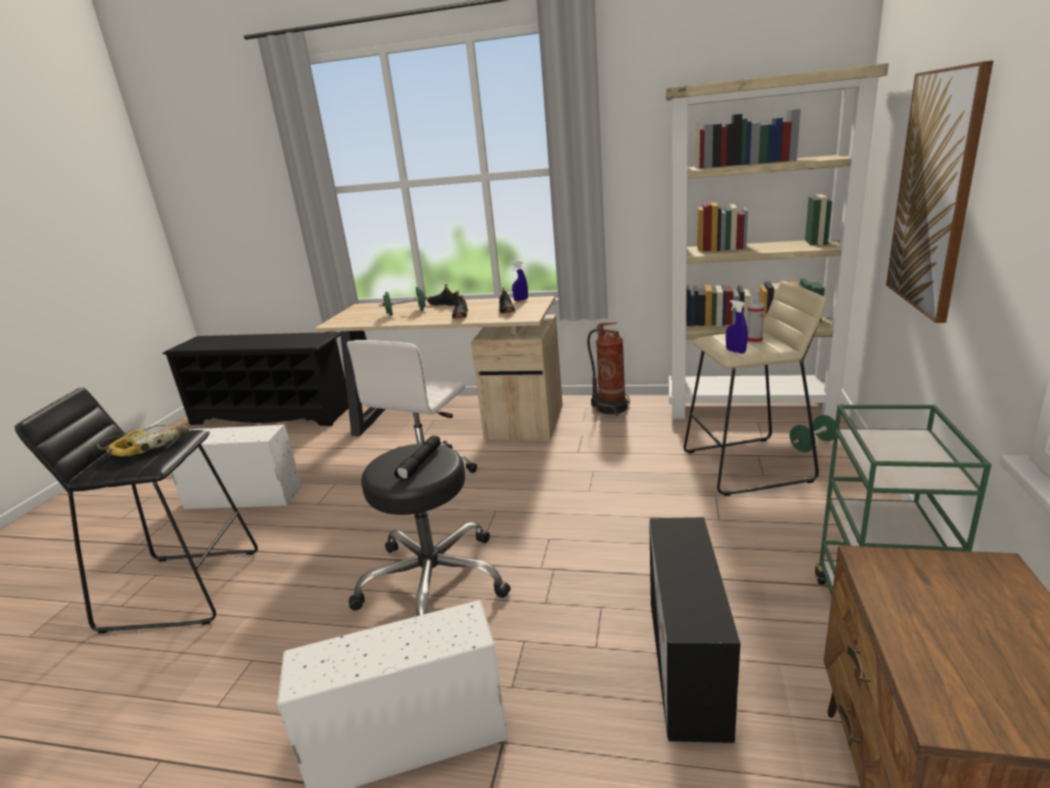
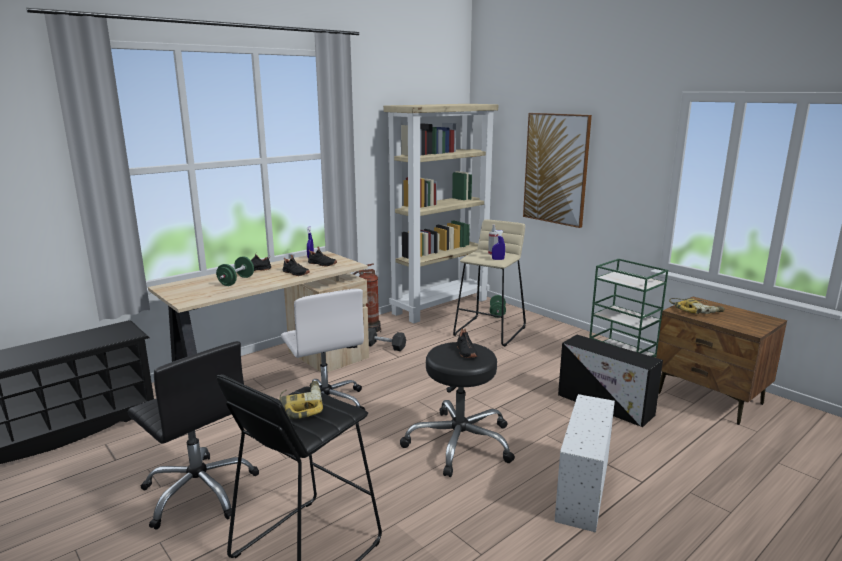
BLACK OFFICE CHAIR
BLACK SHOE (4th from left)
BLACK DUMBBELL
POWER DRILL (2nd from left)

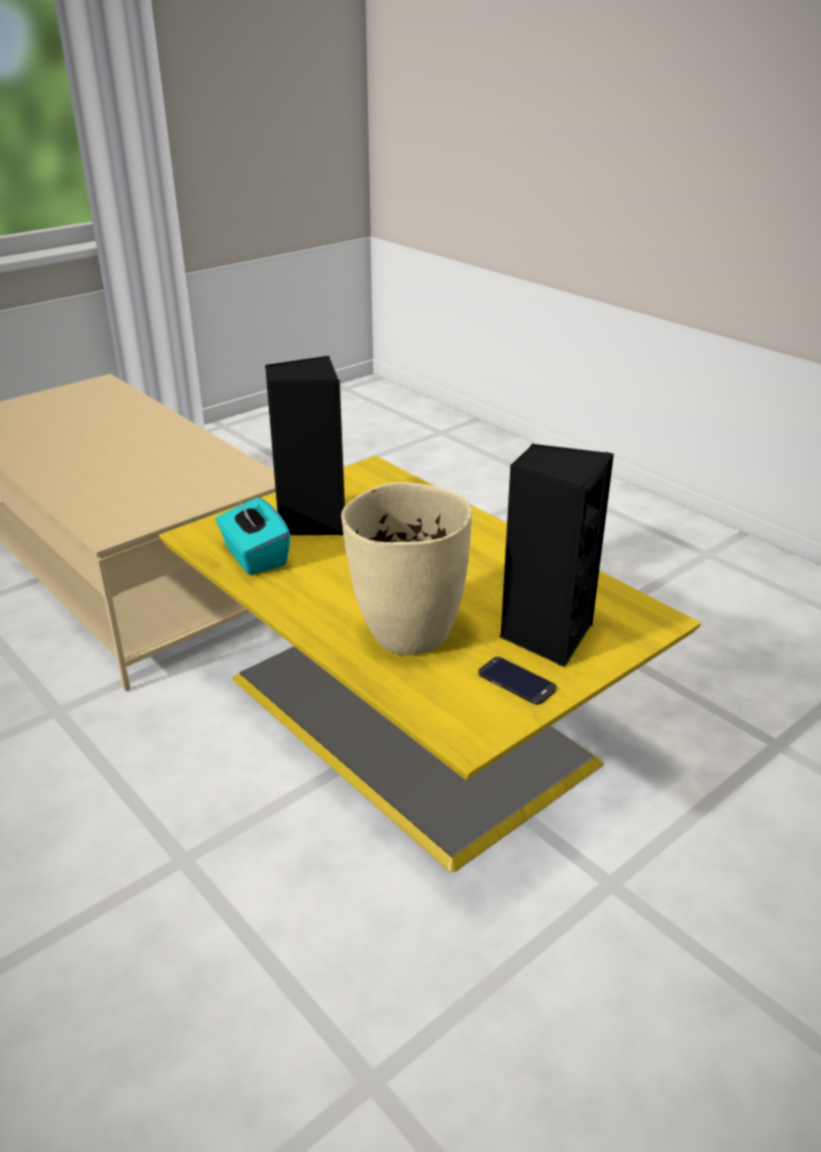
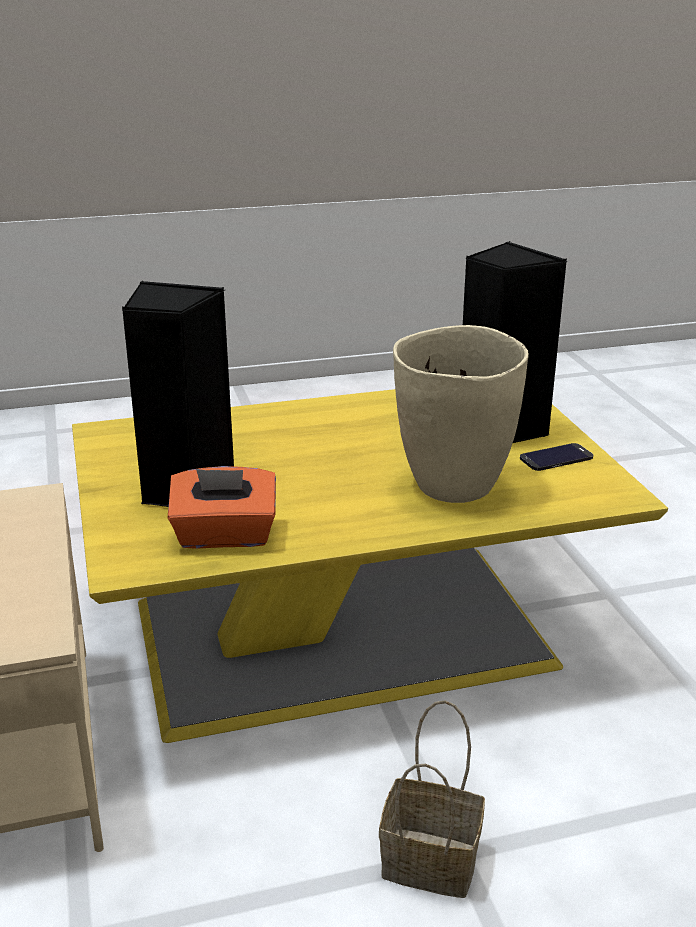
ORANGE TISSUE BOX
BASKET

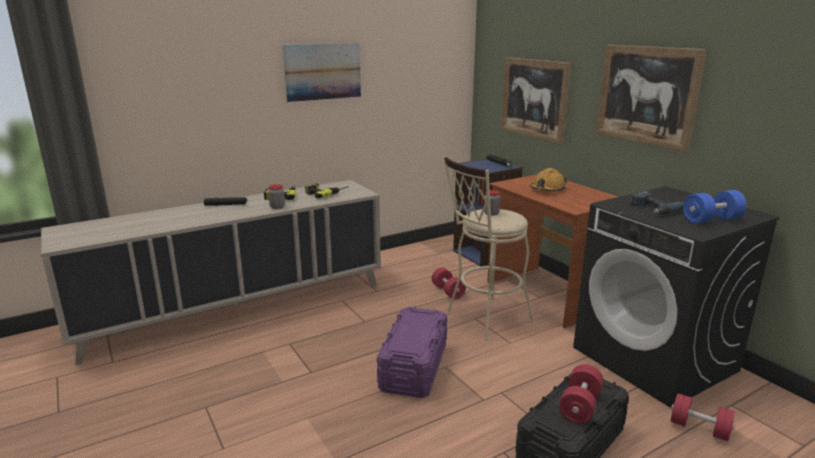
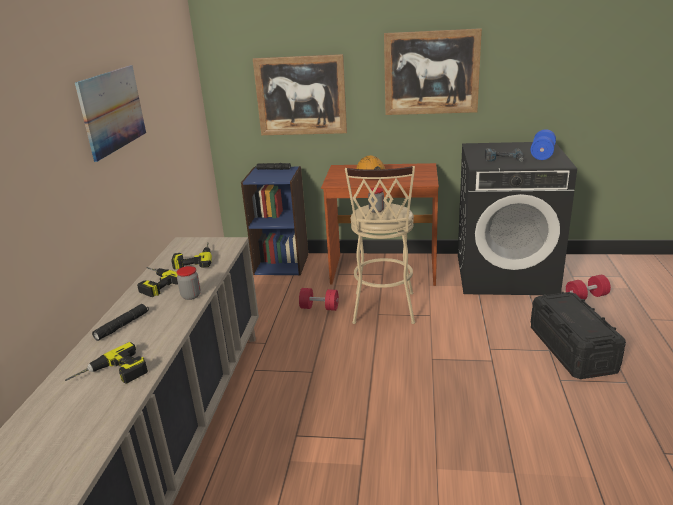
PURPLE STORAGE BOX
RED DUMBBELL (2nd from left in the first image)
POWER DRILL (1st from left)

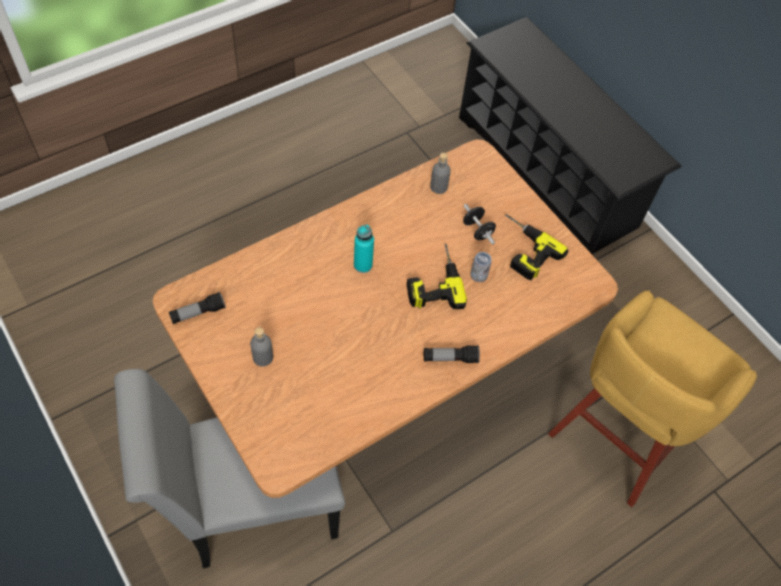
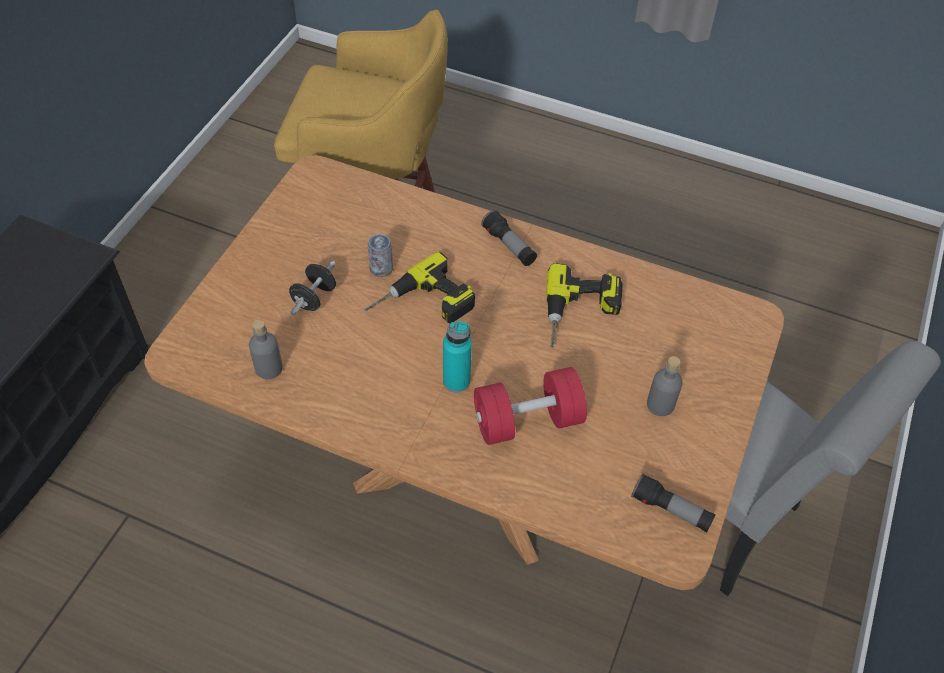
POWER DRILL (2nd from left)
RED DUMBBELL

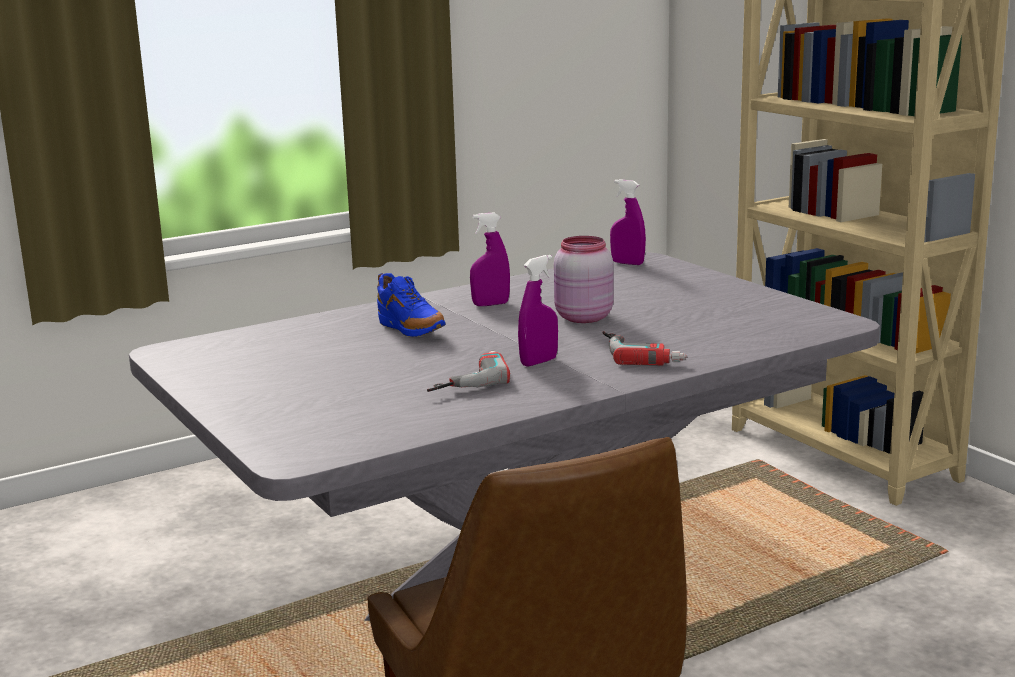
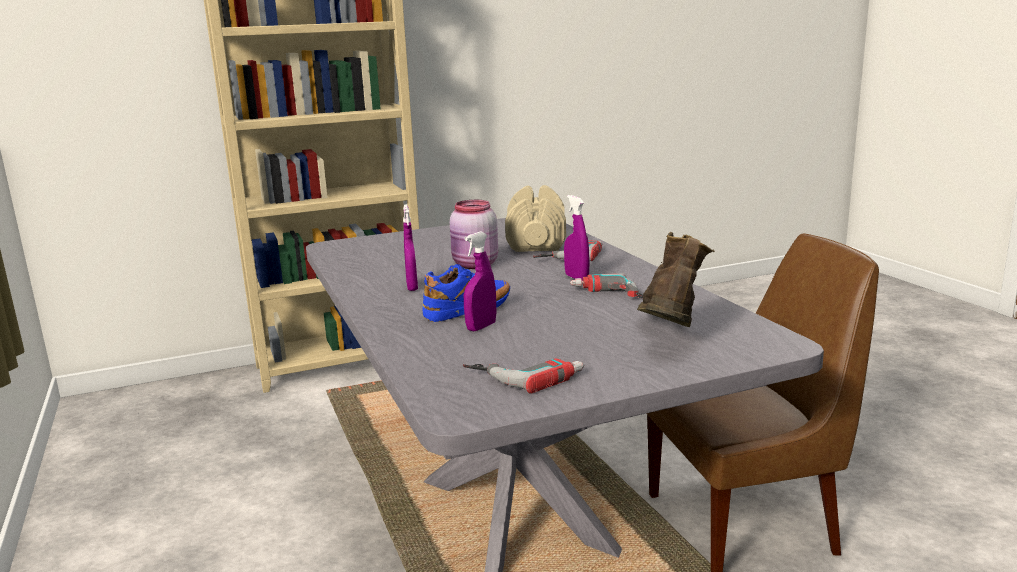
PURPLE SPRAY BOTTLE (2nd from left)
POWER DRILL (1st from left)
BEIGE DUMBBELL
BROWN BOOT

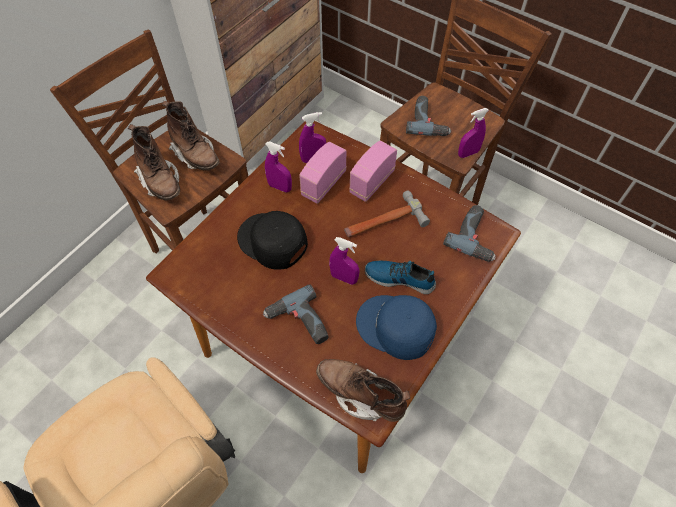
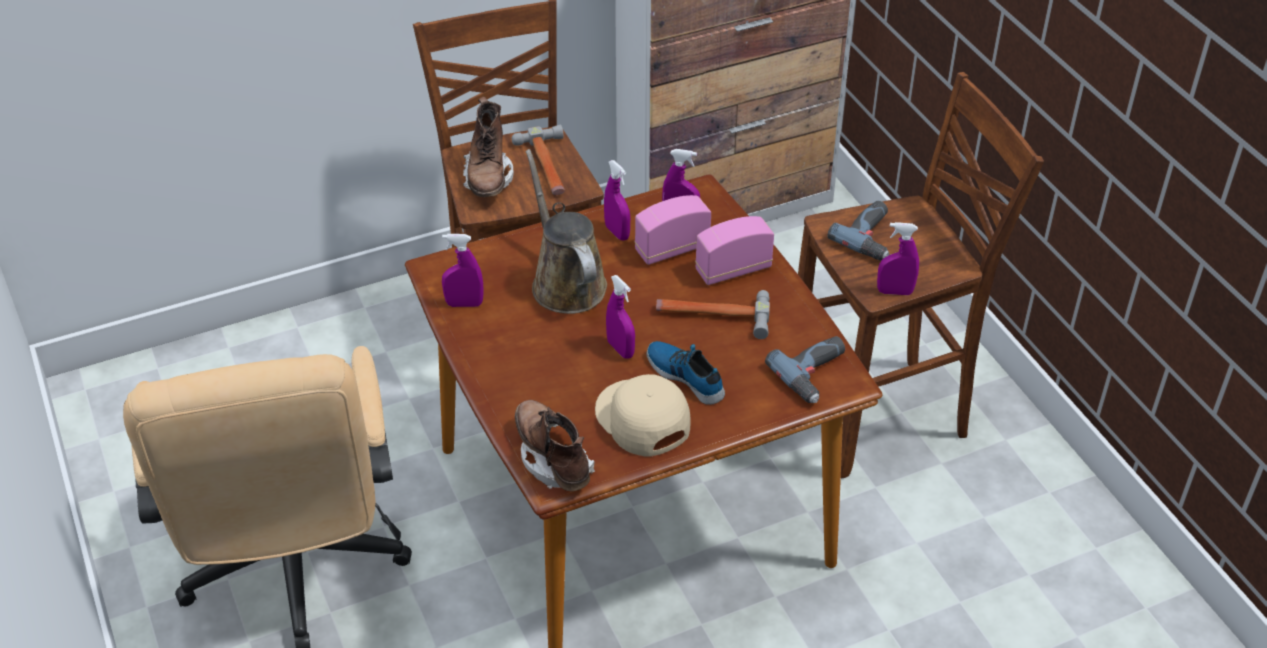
HAMMER (1st from left)
BROWN WATERING CAN
POWER DRILL (1st from left in the first image)
BEIGE CAP
PURPLE SPRAY BOTTLE (1st from left)

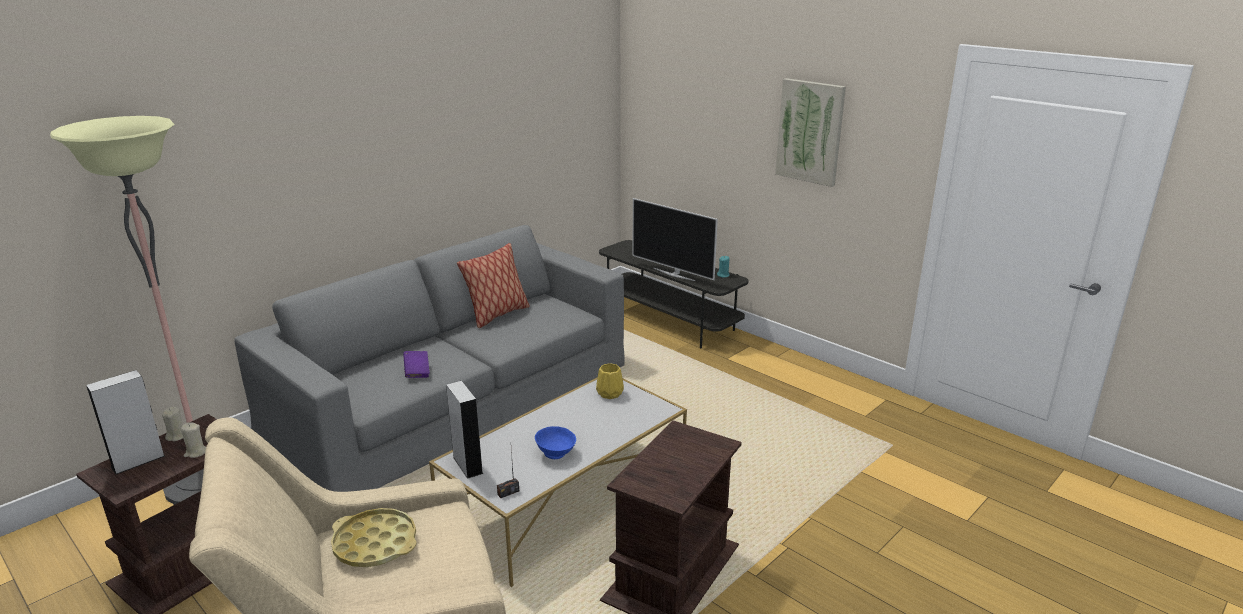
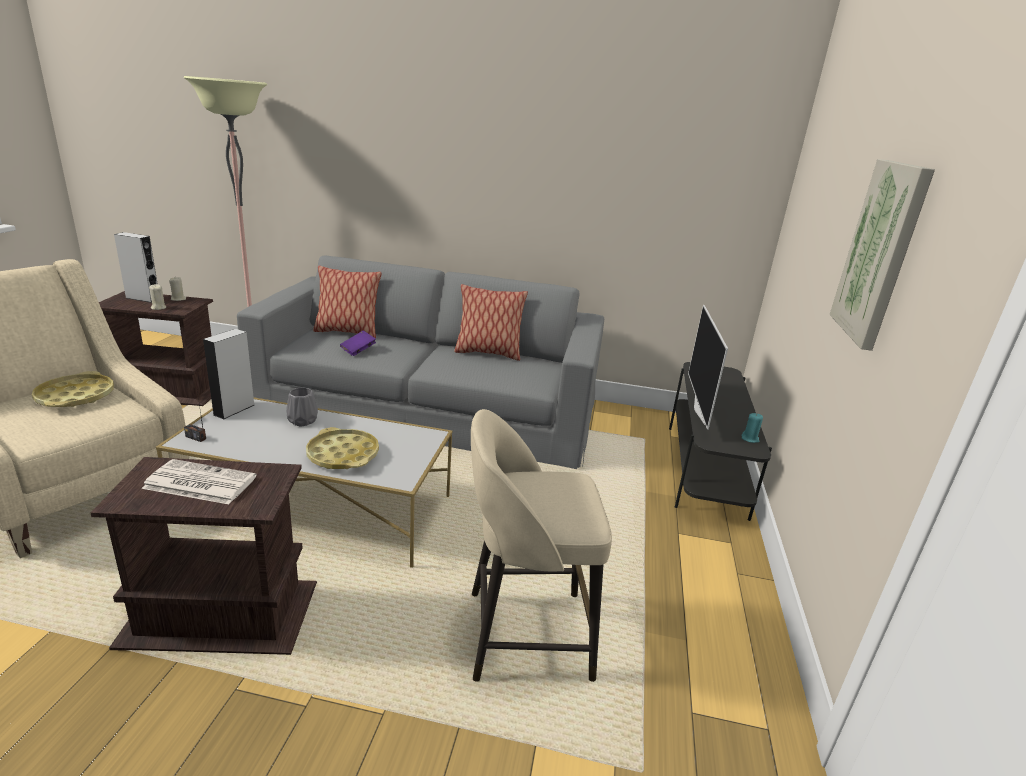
BLUE BOWL
YELLOW VASE
NEWSPAPER
GREY VASE
YELLOW TRAY (2nd from left)
PILLOW (1st from left)
BEIGE STOOL

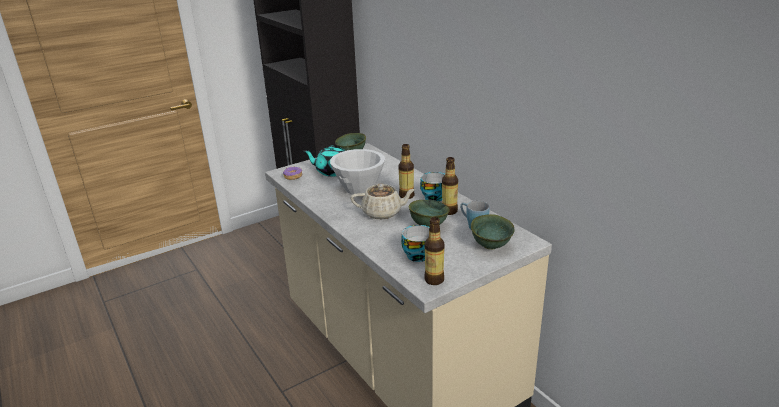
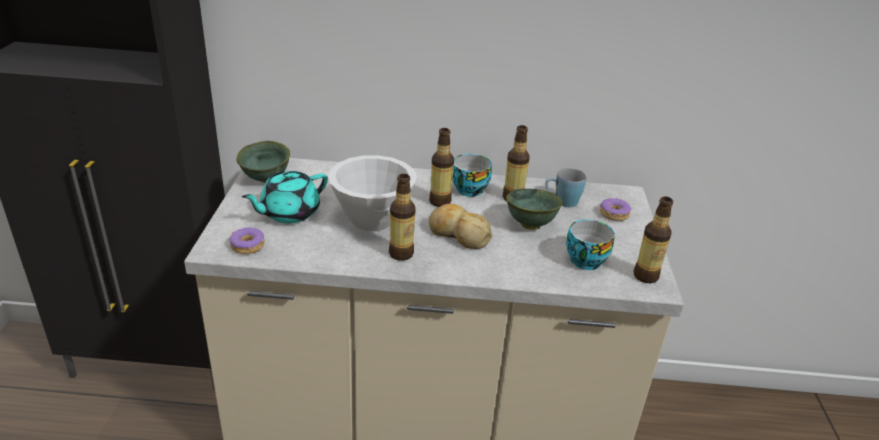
BREAD
DONUT (2nd from left)
BOTTLE (1st from left)

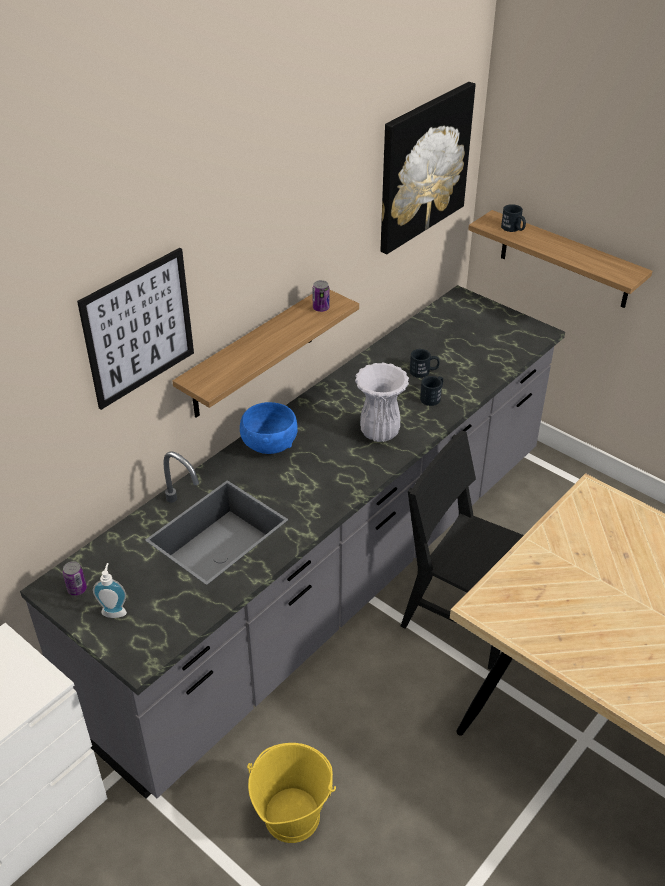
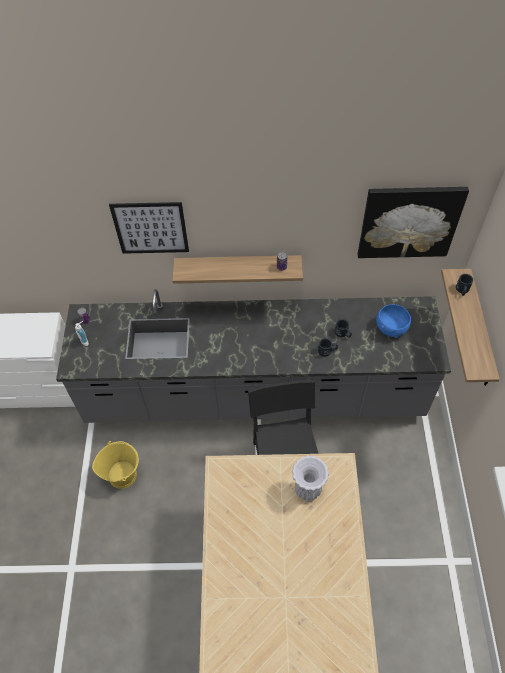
BLUE BOWL
WHITE VASE

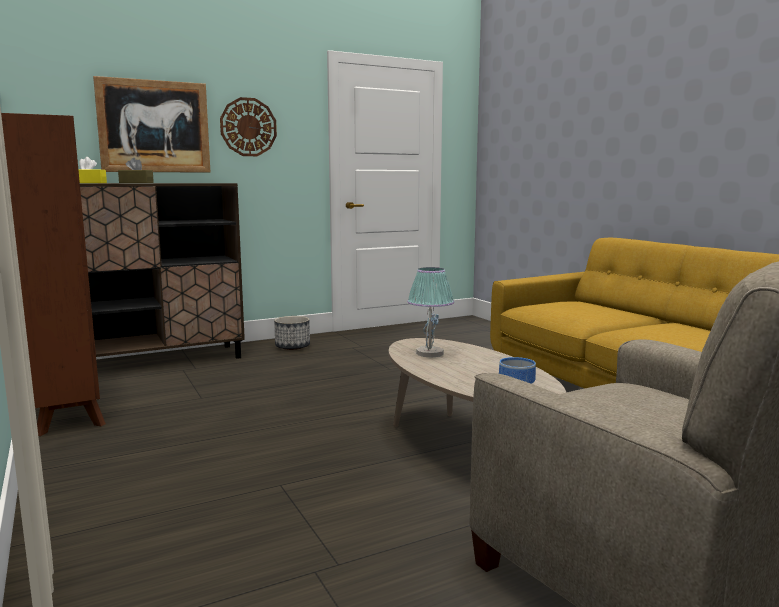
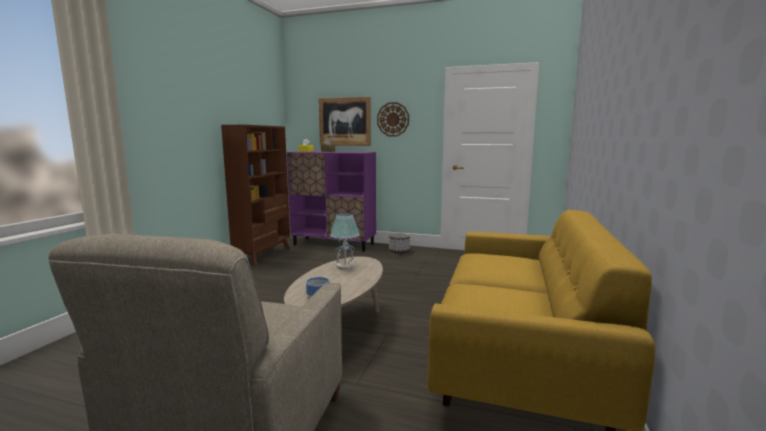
PURPLE CABINET

